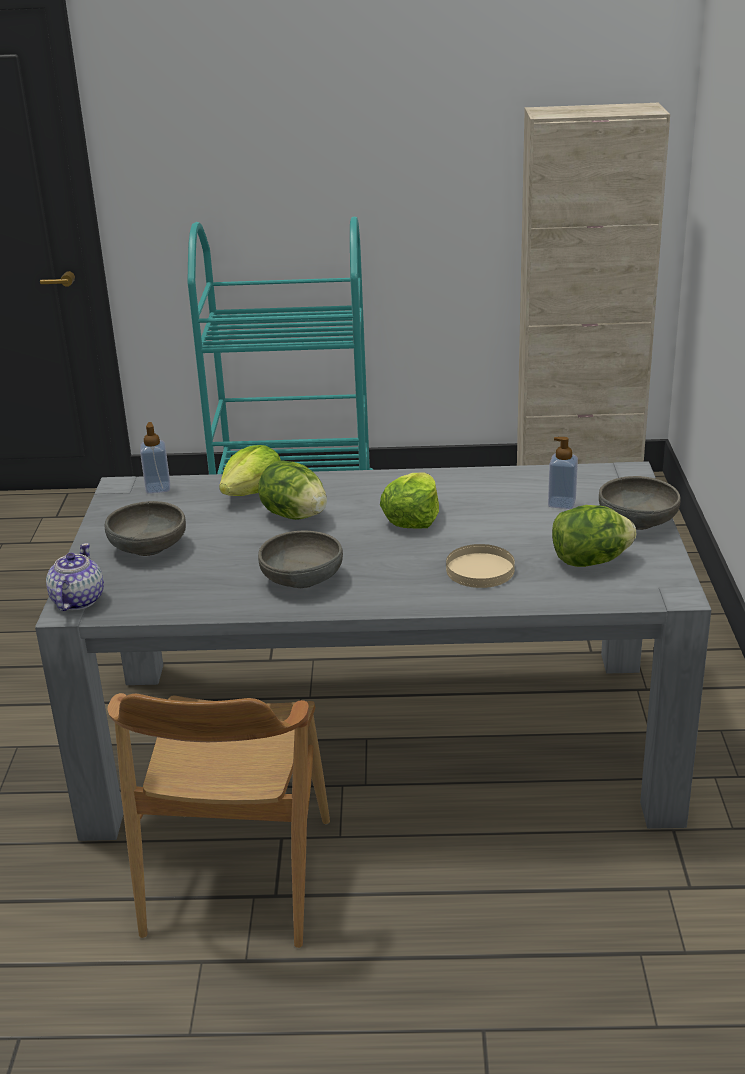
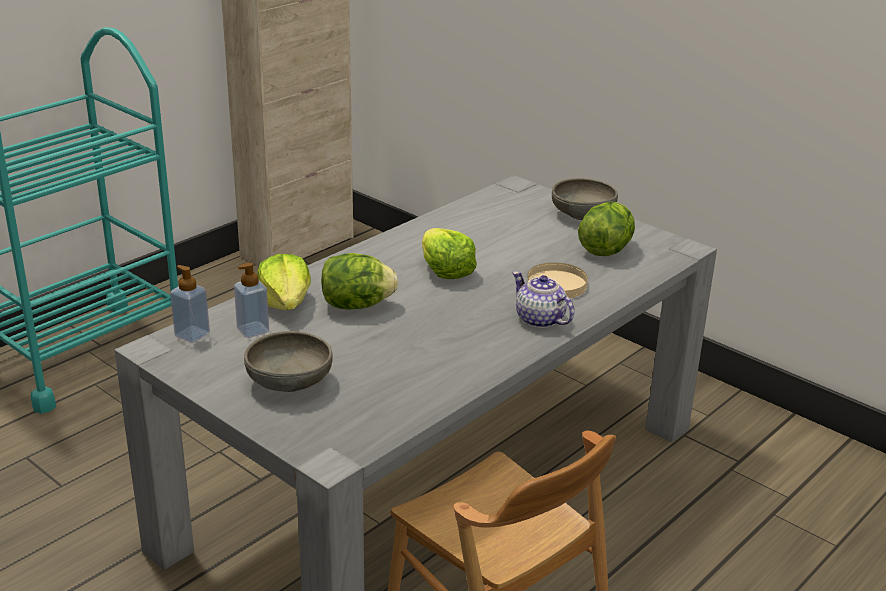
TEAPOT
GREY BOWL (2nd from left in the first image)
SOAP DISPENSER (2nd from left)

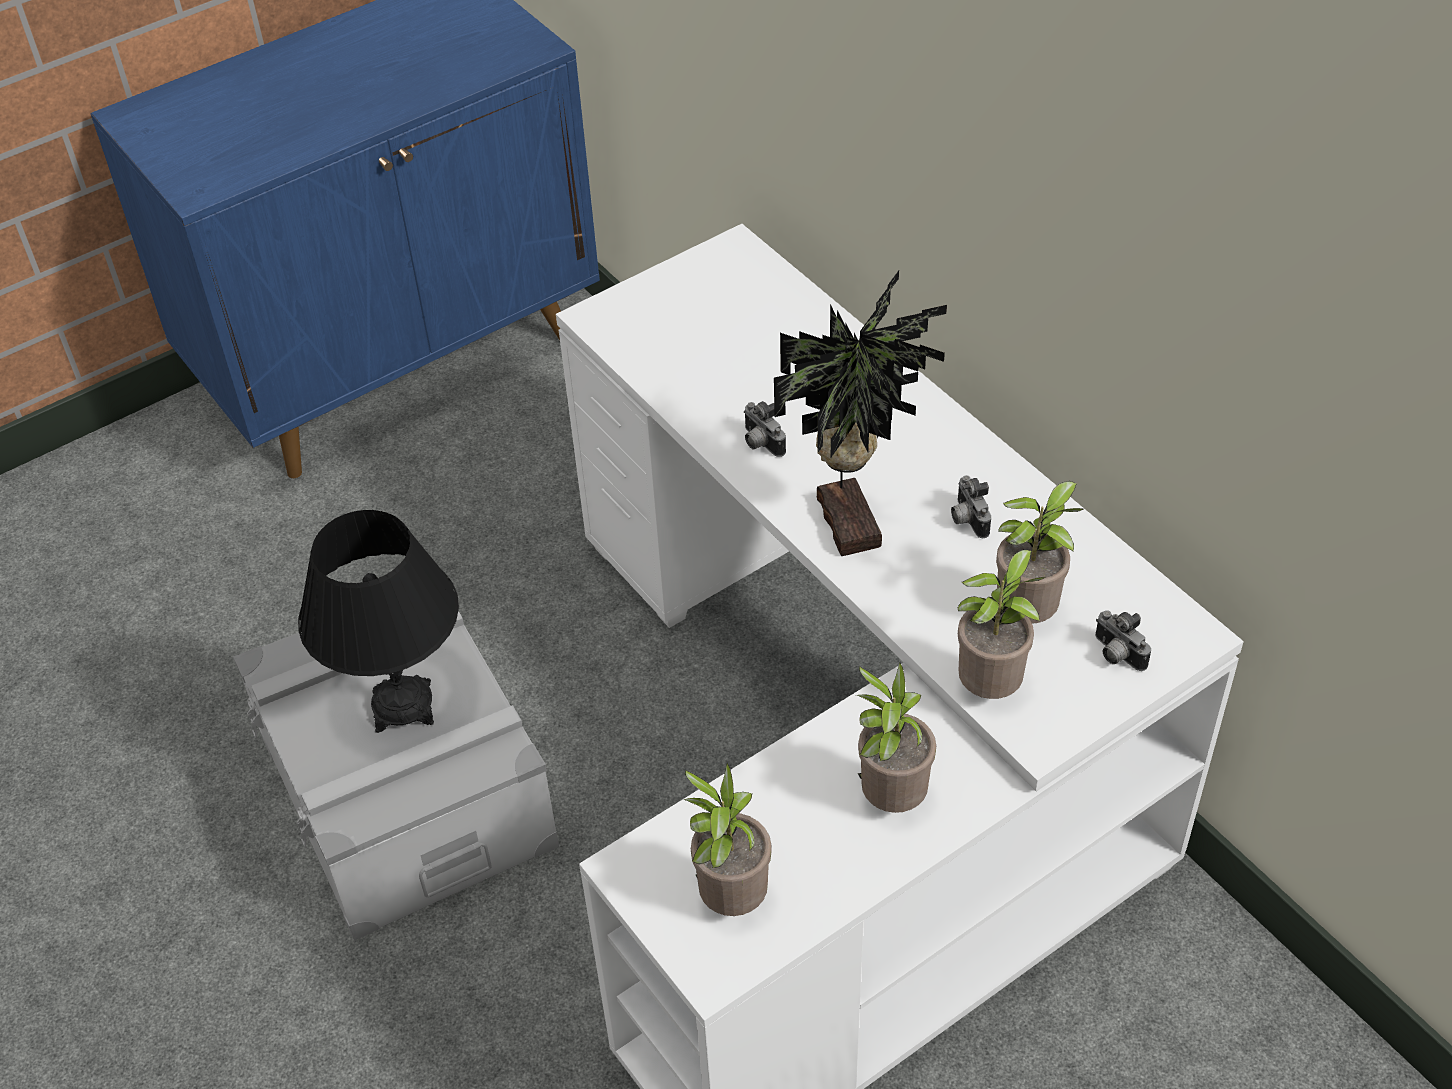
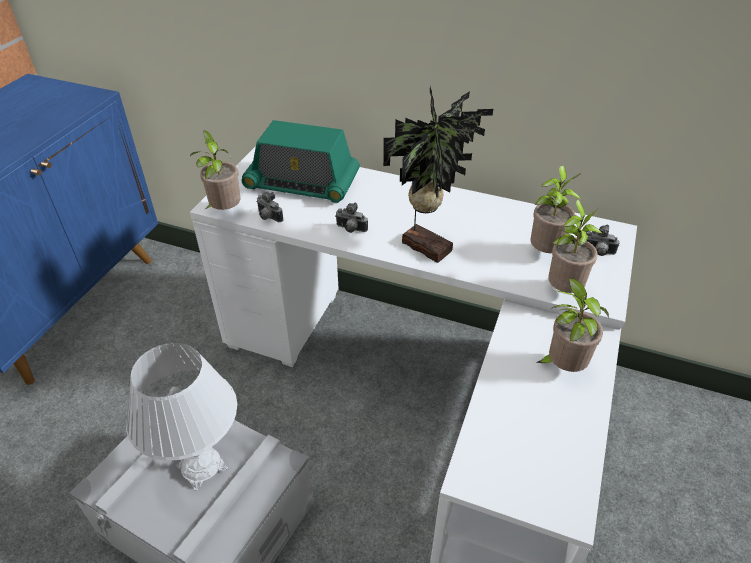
WHITE TABLE LAMP
POTTED PLANT (1st from left)
PHOTO CAMERA (1st from left)
RADIO

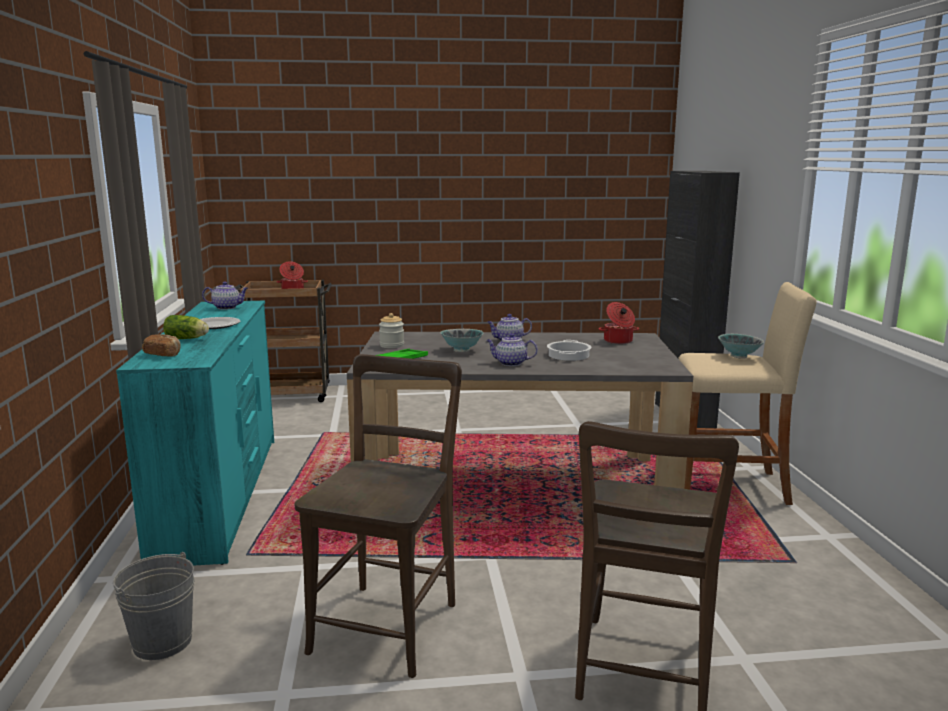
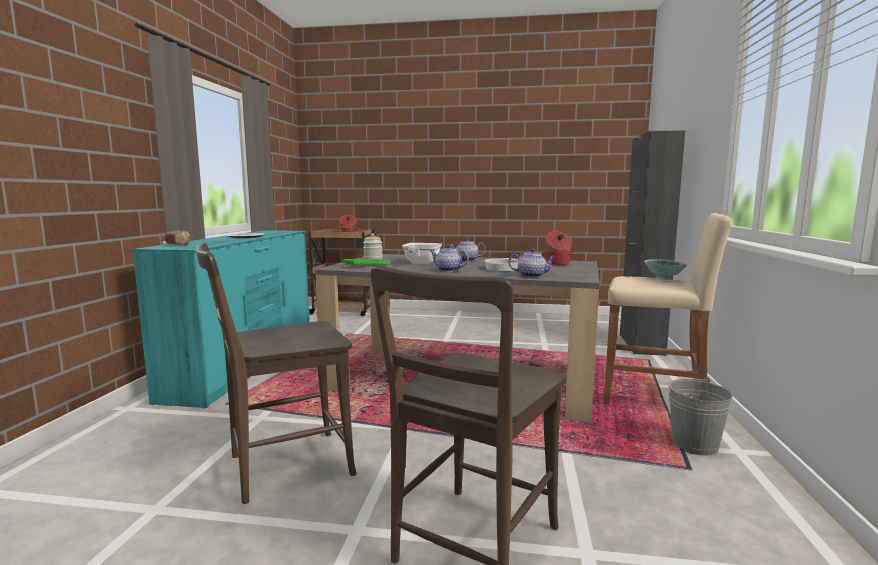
GREY BUCKET
LETTUCE
TEAPOT (3rd from left)
BROWN CHAIR (1st from left)
FRYING PAN

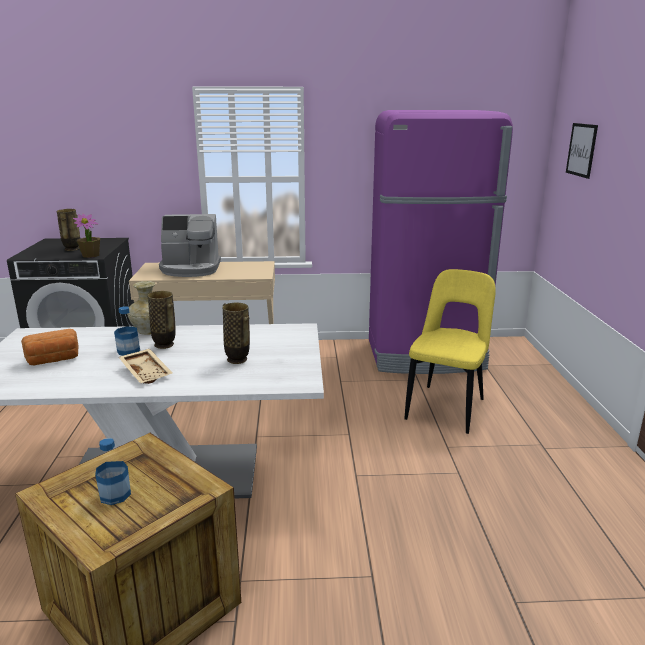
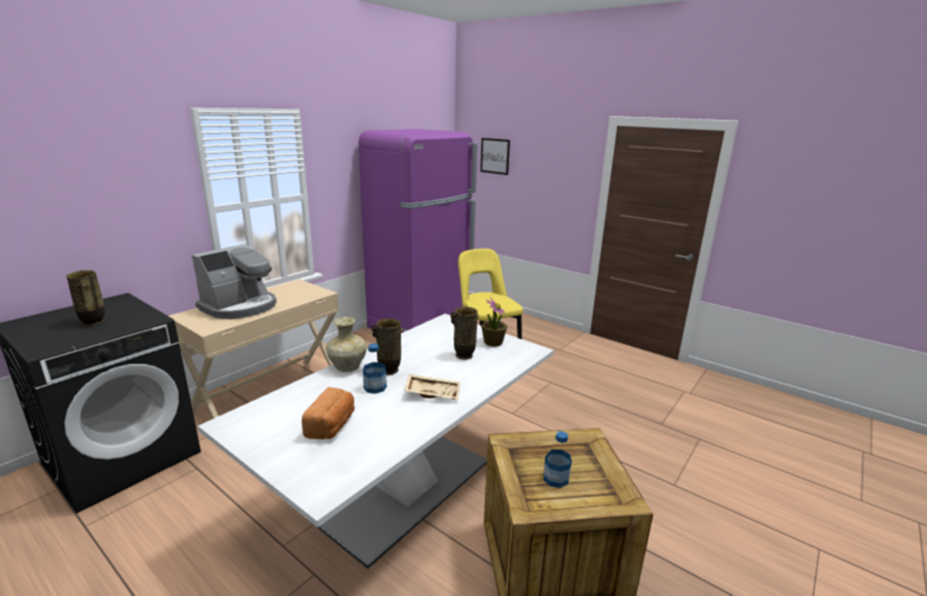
POTTED PLANT

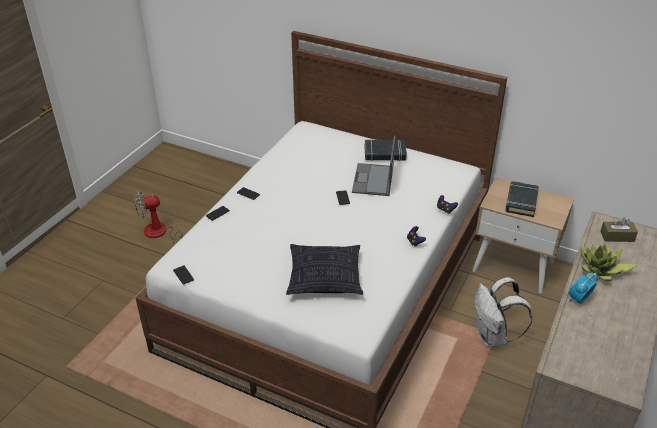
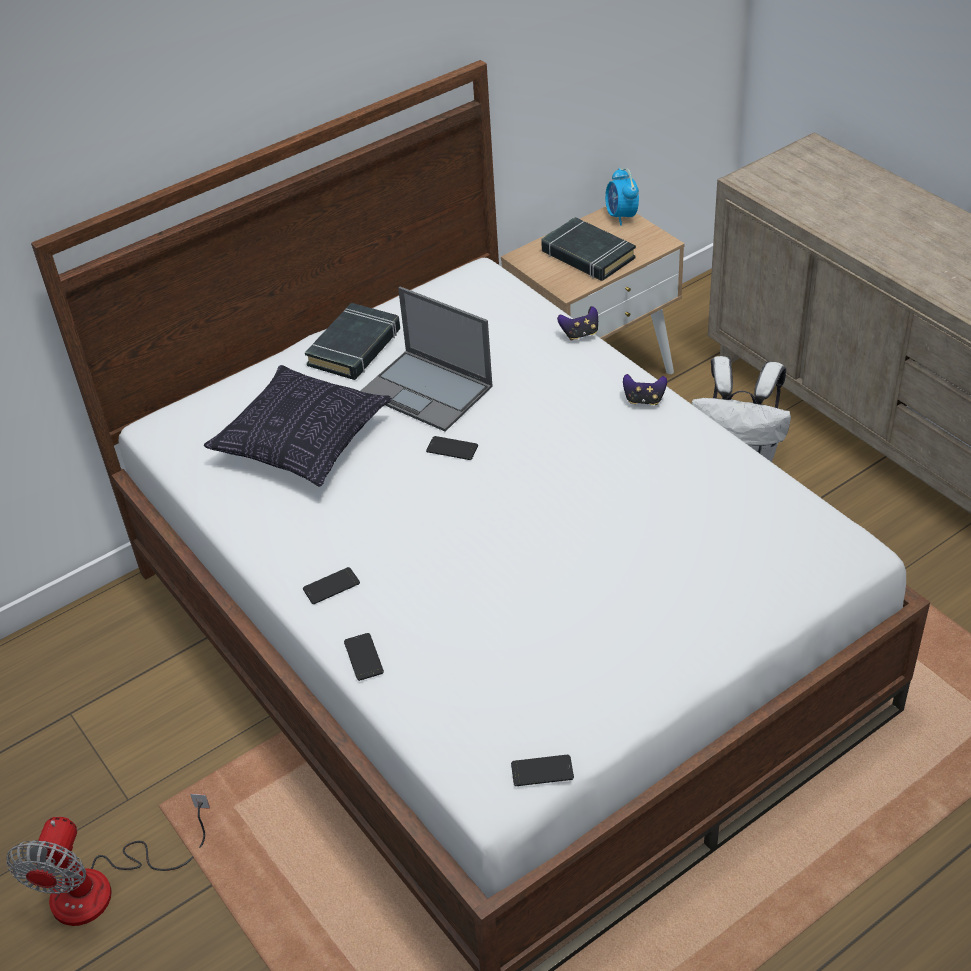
PILLOW
ALARM CLOCK
POTTED PLANT
BROWN TISSUE BOX

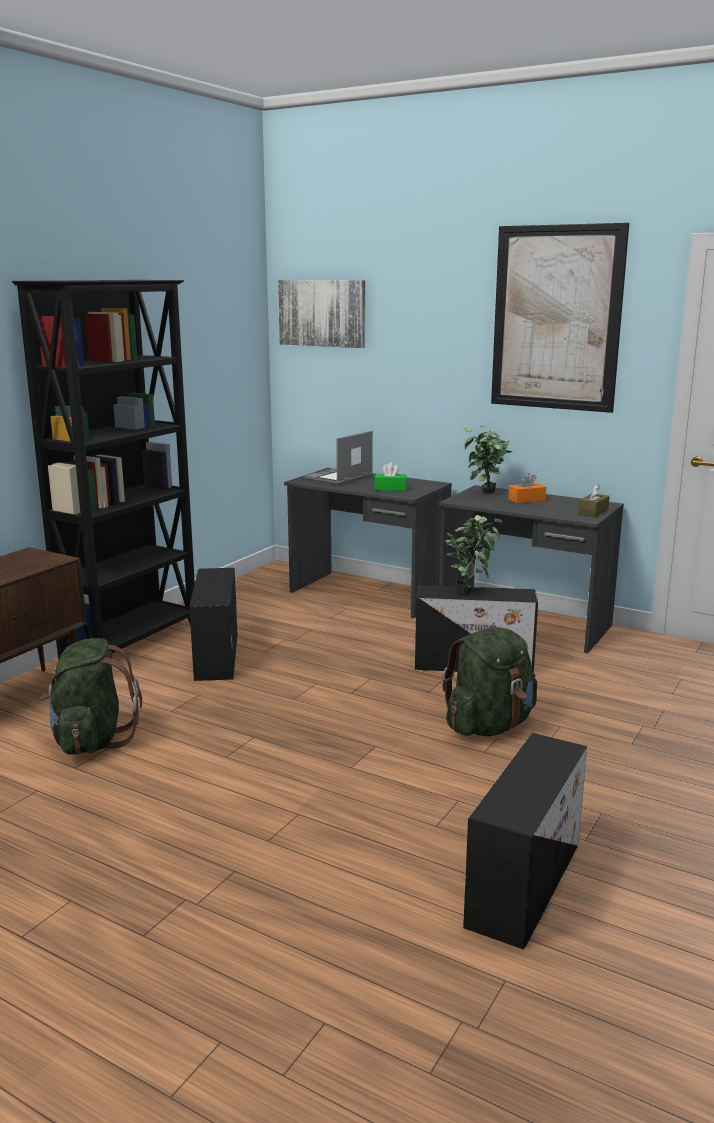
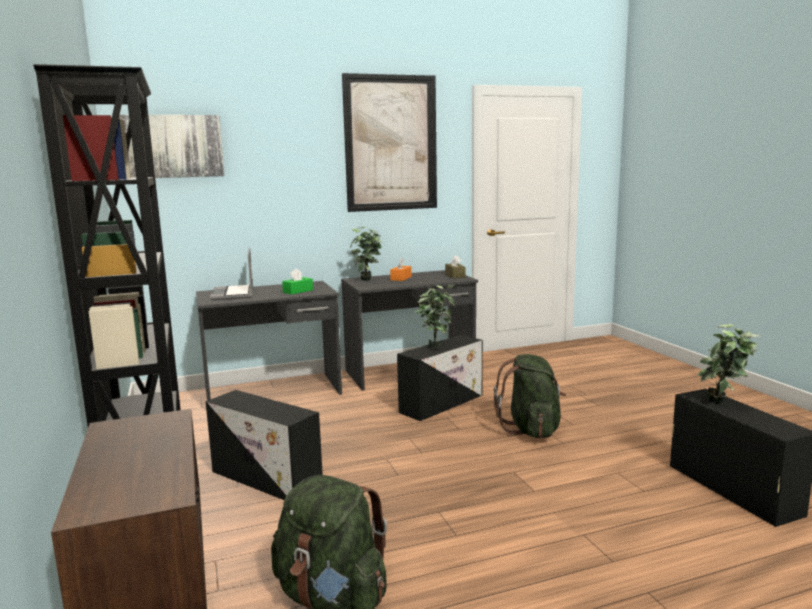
POTTED PLANT (3rd from left)

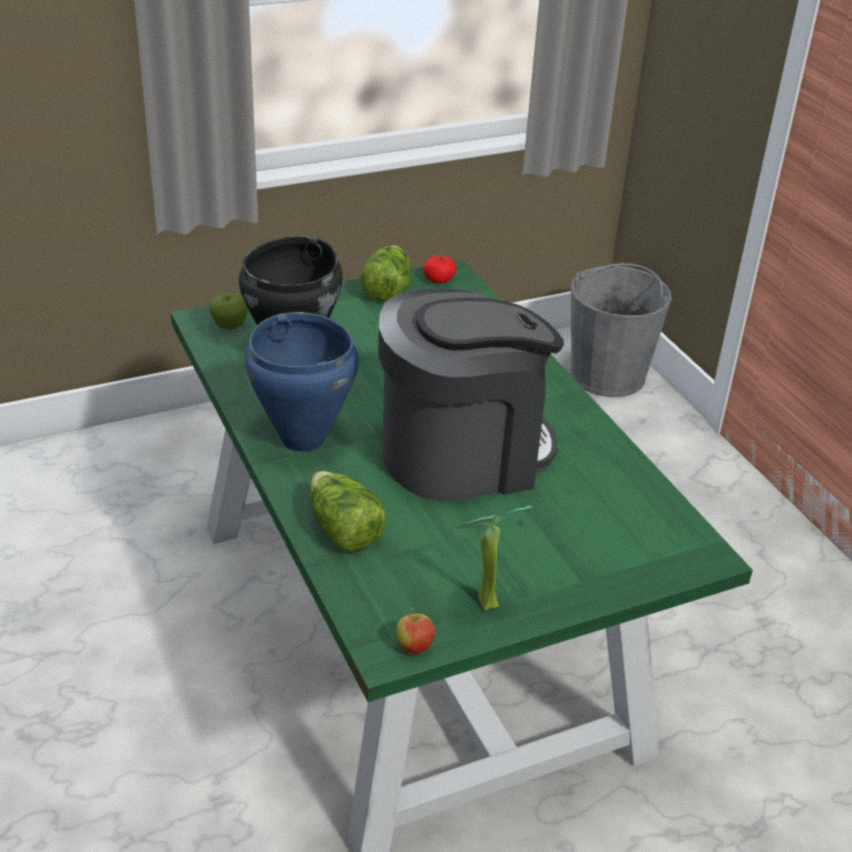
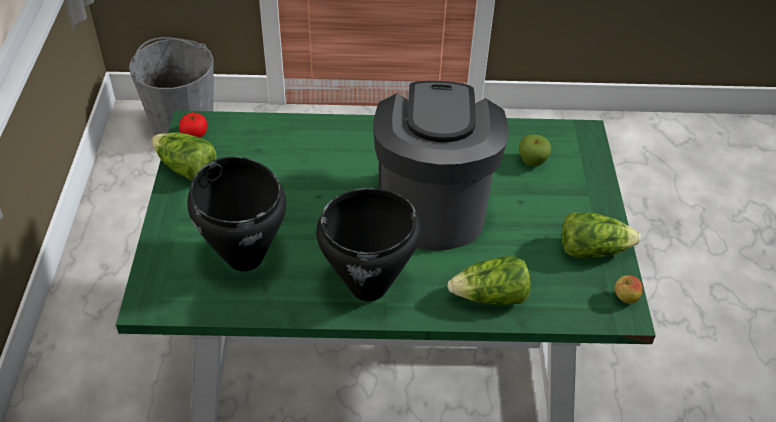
APPLE (1st from left)
BLACK COOKING POT (2nd from left)
LETTUCE (3rd from left)

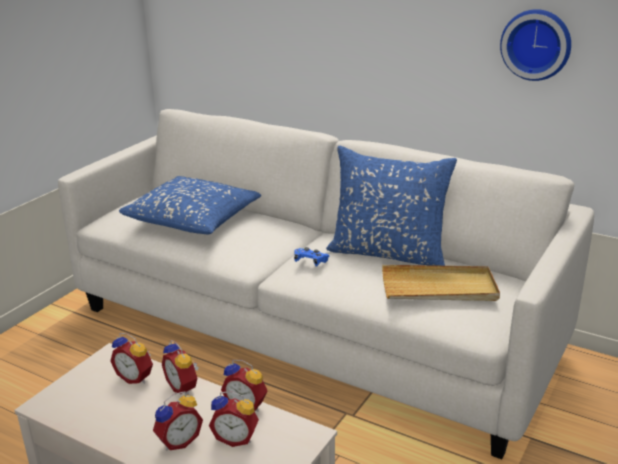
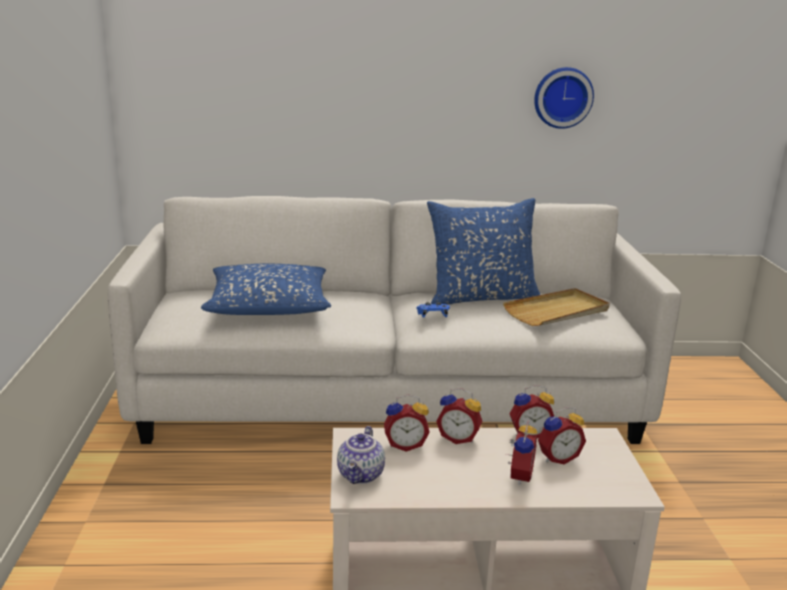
TEAPOT

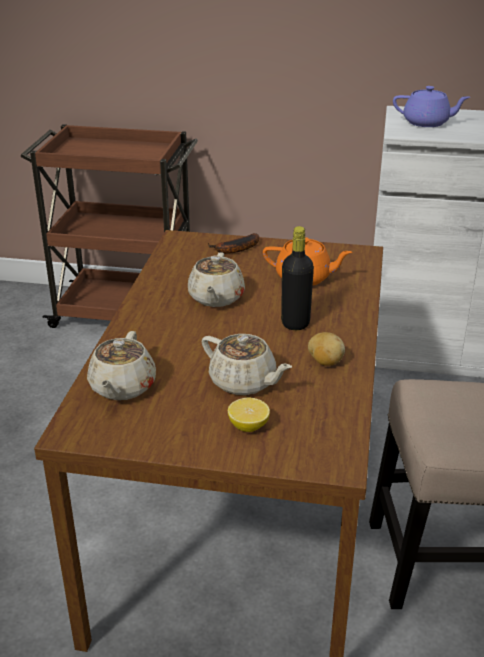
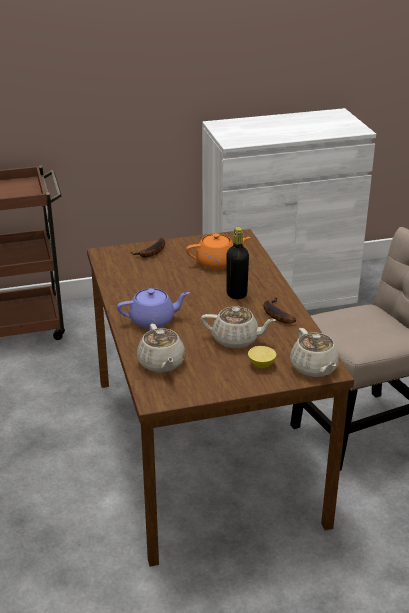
BEIGE TEAPOT (3rd from left)
BANANA (2nd from left)
PURPLE TEAPOT

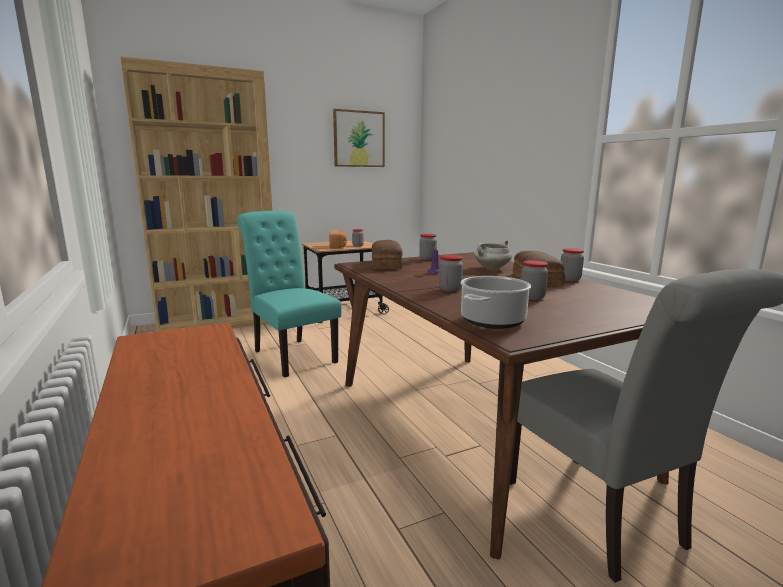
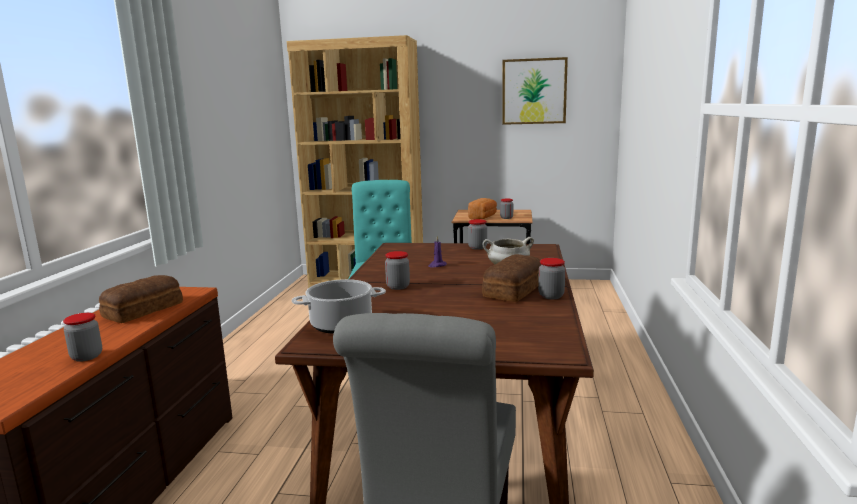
BREAD (1st from left)
JAR (1st from left)

